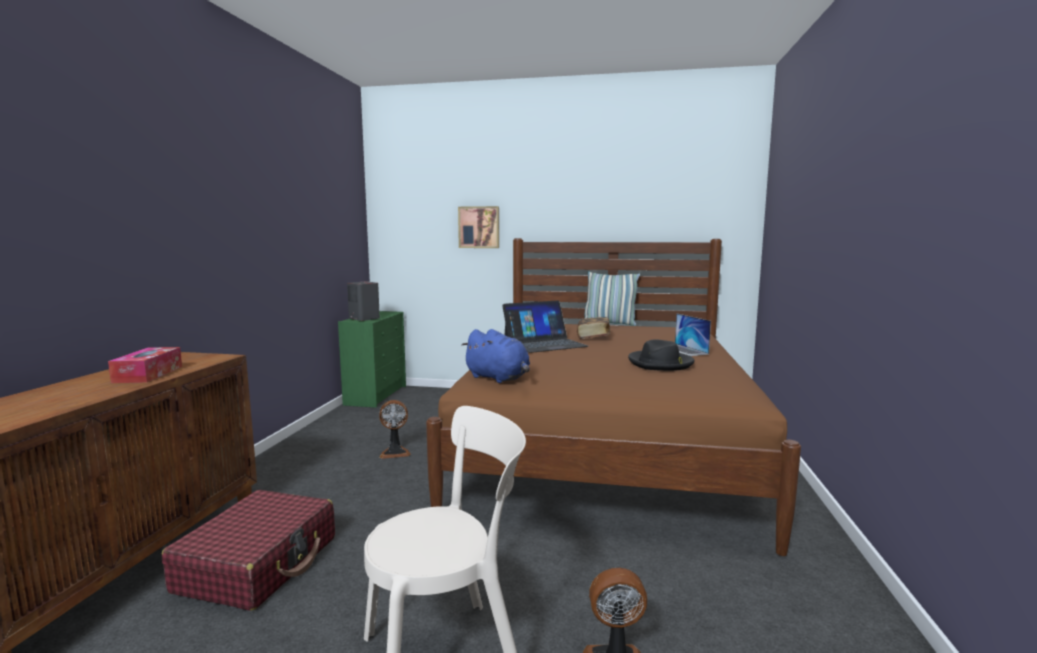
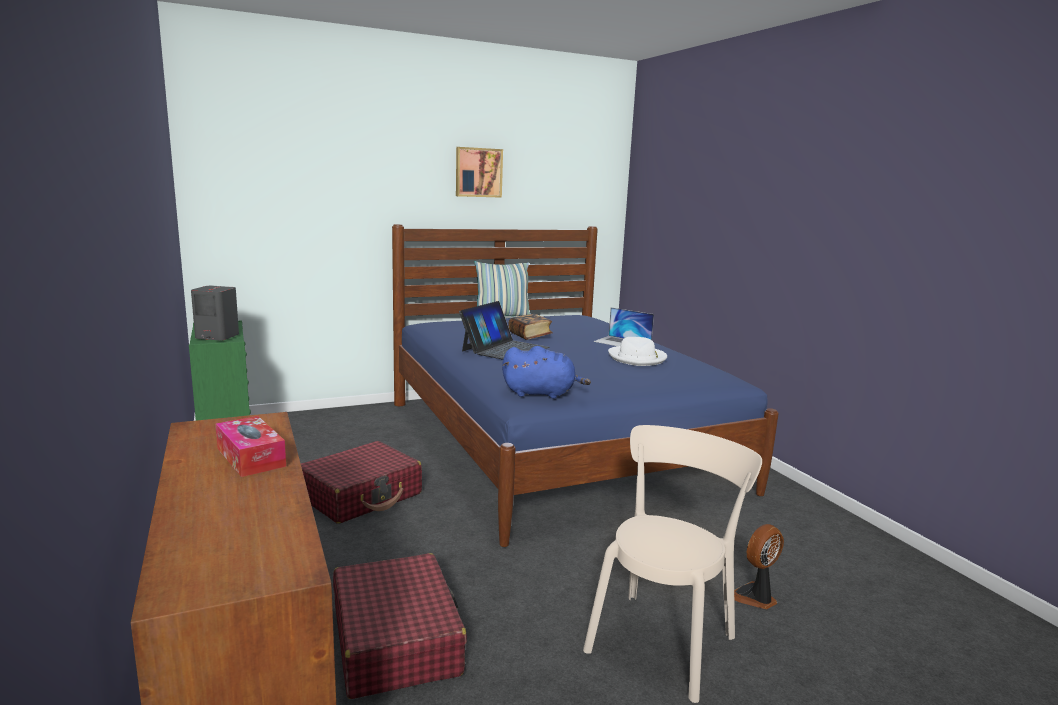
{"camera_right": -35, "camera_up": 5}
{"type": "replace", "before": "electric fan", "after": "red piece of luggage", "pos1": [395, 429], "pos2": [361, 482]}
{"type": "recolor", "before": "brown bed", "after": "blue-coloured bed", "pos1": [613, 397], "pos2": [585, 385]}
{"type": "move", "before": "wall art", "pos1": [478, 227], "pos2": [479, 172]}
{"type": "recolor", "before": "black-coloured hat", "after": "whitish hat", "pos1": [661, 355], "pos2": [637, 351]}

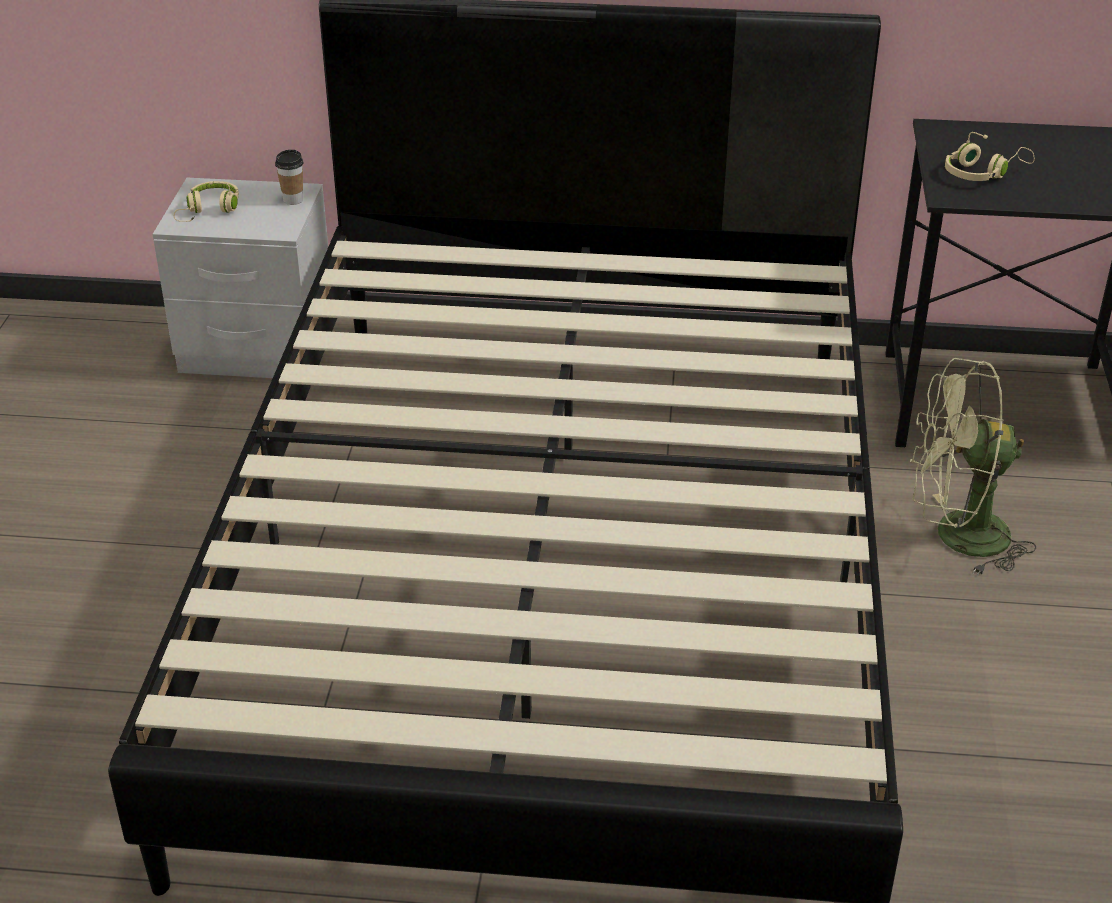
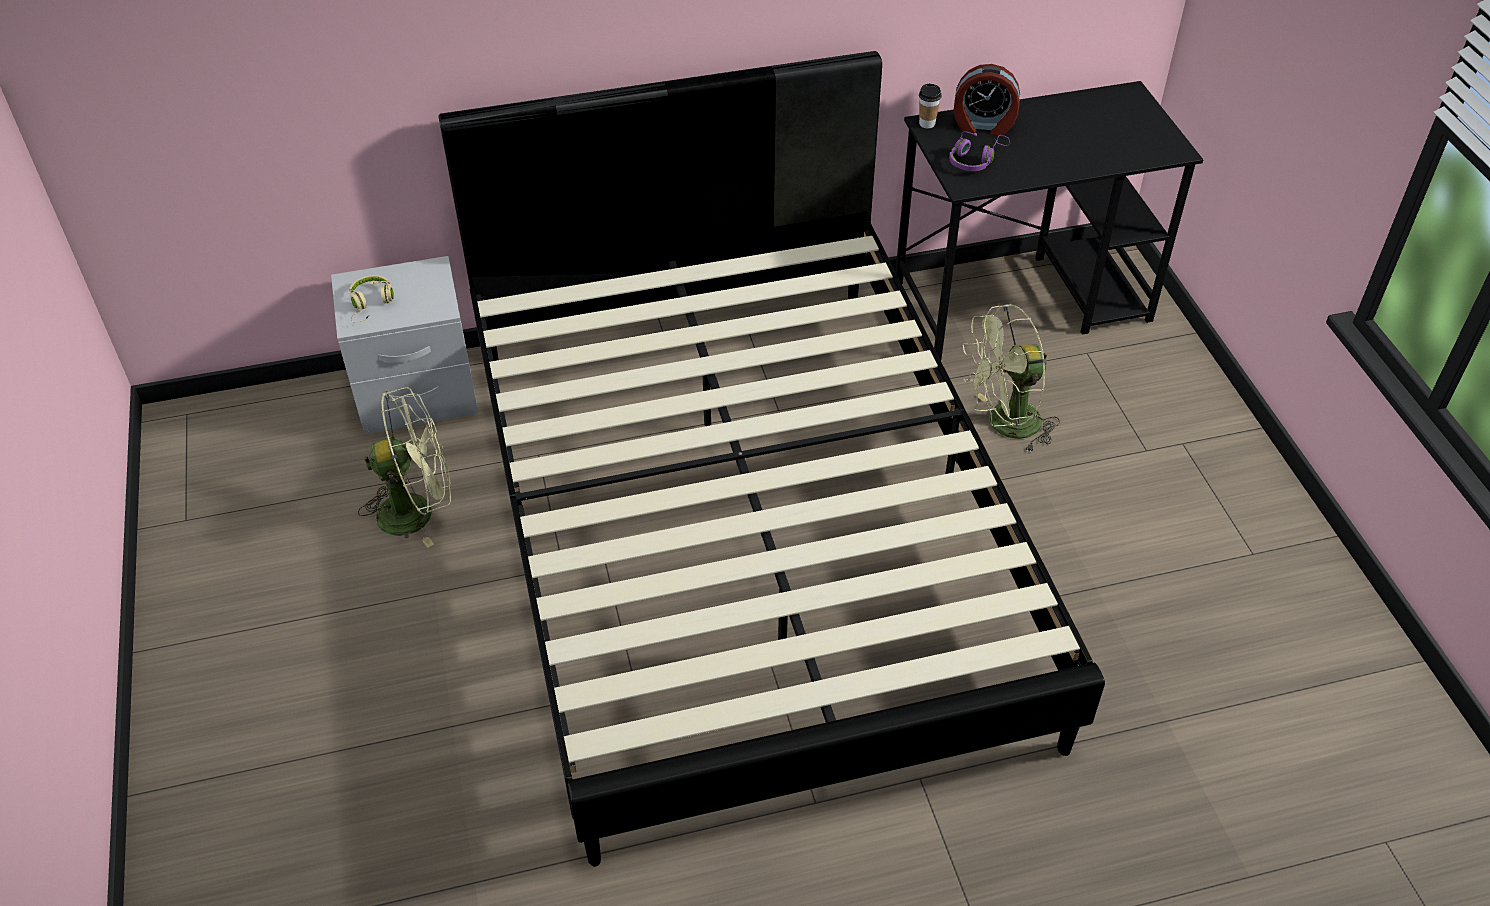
{"camera_right": -20, "camera_up": 10}
{"type": "move", "before": "drinking cup", "pos1": [289, 177], "pos2": [930, 106]}
{"type": "recolor", "before": "beige-coloured headset", "after": "purplish headset", "pos1": [990, 156], "pos2": [979, 151]}
{"type": "insert", "after": "greenish electric fan", "pos2": [404, 467]}
{"type": "insert", "after": "bedside clock", "pos2": [987, 99]}

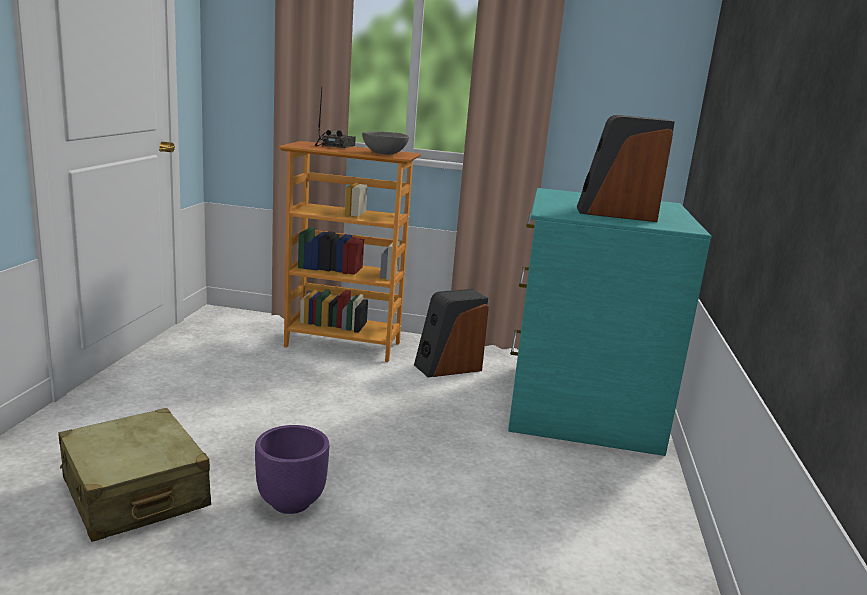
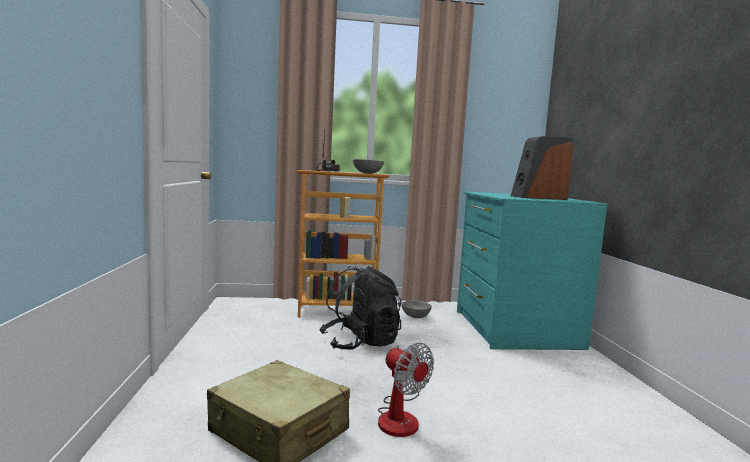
{"camera_right": -15, "camera_up": -10}
{"type": "replace", "before": "purplish planter", "after": "electric fan", "pos1": [292, 469], "pos2": [406, 390]}
{"type": "replace", "before": "loudspeaker", "after": "grey serving bowl", "pos1": [451, 333], "pos2": [416, 309]}
{"type": "insert", "after": "black-coloured backpack", "pos2": [360, 308]}

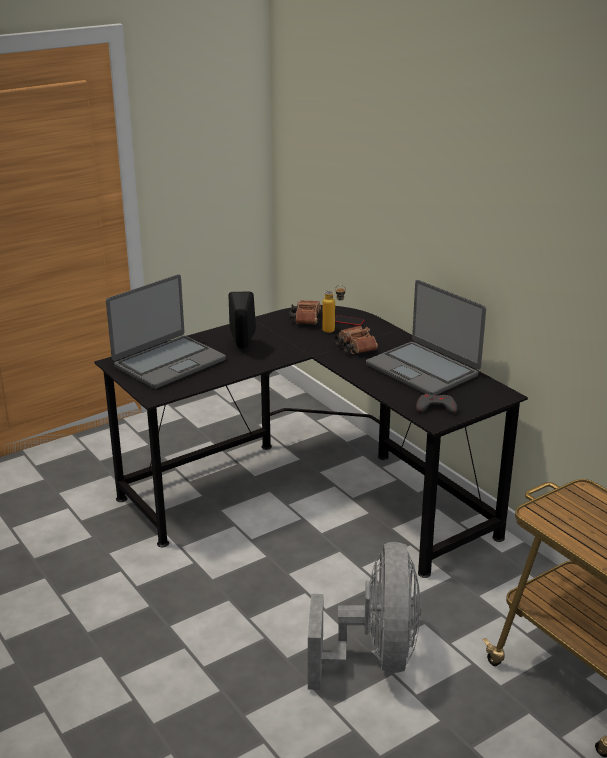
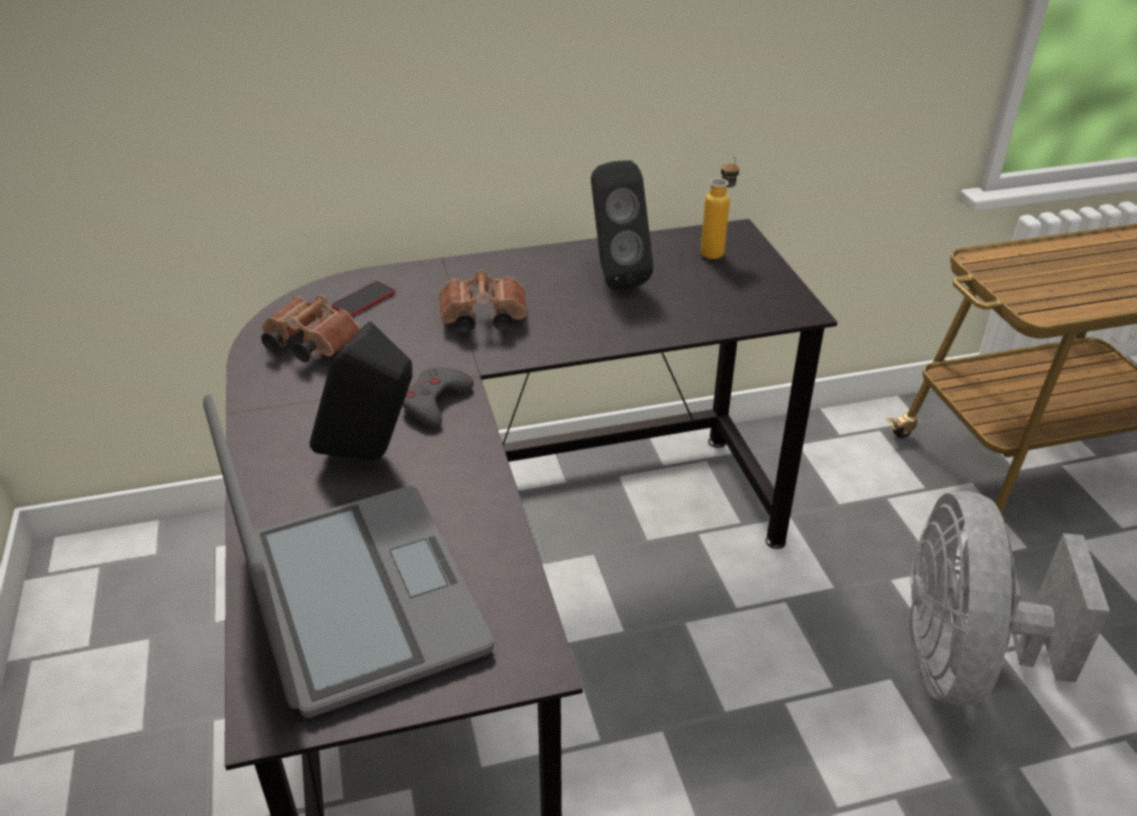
{"camera_right": -70, "camera_up": 10}
{"type": "rotate", "before": "grey electric fan", "pos1": [364, 616], "pos2": [1010, 598], "turn": -105}
{"type": "move", "before": "drink bottle", "pos1": [334, 309], "pos2": [720, 207]}
{"type": "replace", "before": "portable computer", "after": "black-coloured loudspeaker", "pos1": [426, 337], "pos2": [622, 225]}
{"type": "move", "before": "grey gamepad", "pos1": [436, 403], "pos2": [438, 398]}

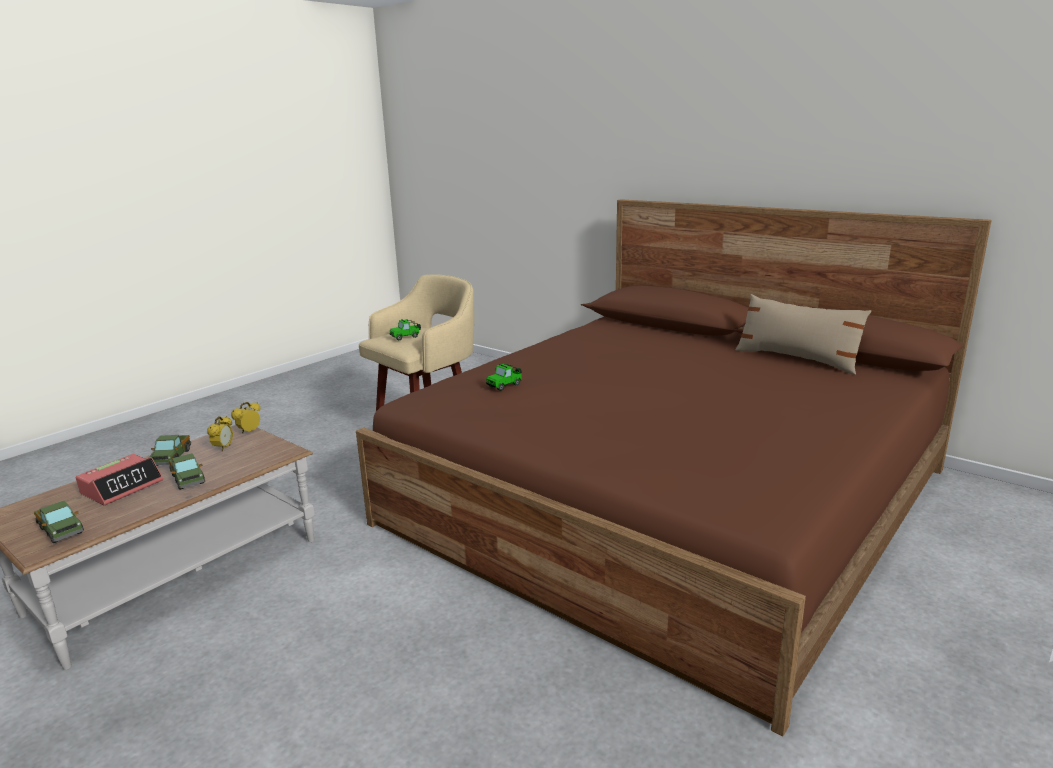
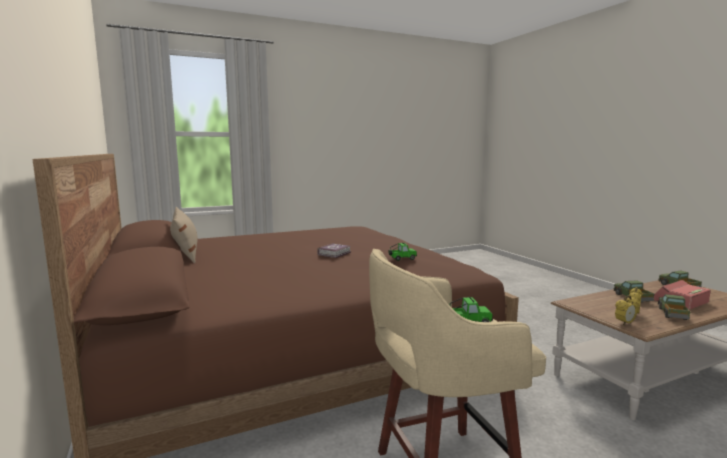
{"camera_right": -155, "camera_up": -10}
{"type": "insert", "after": "book", "pos2": [334, 250]}

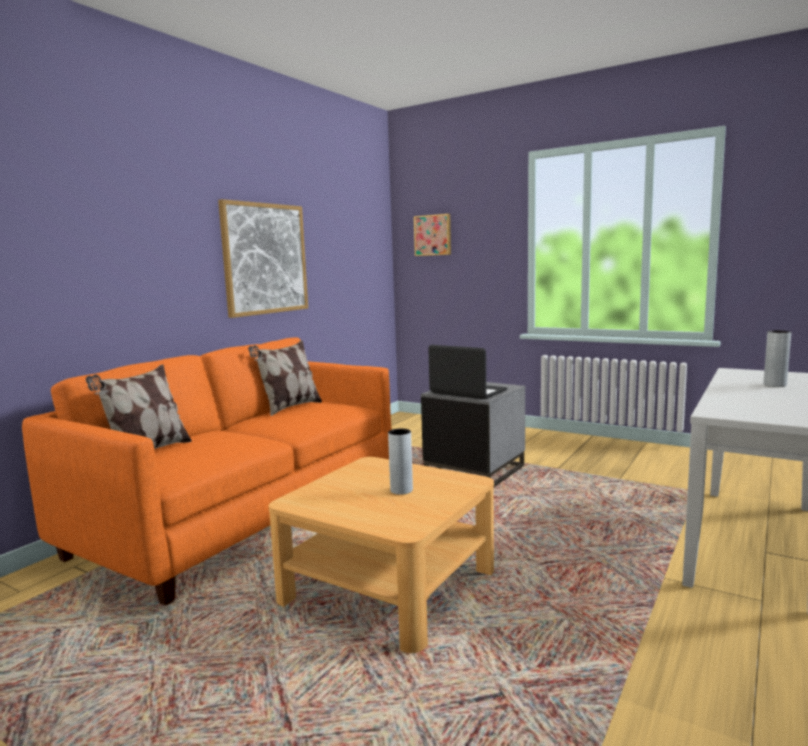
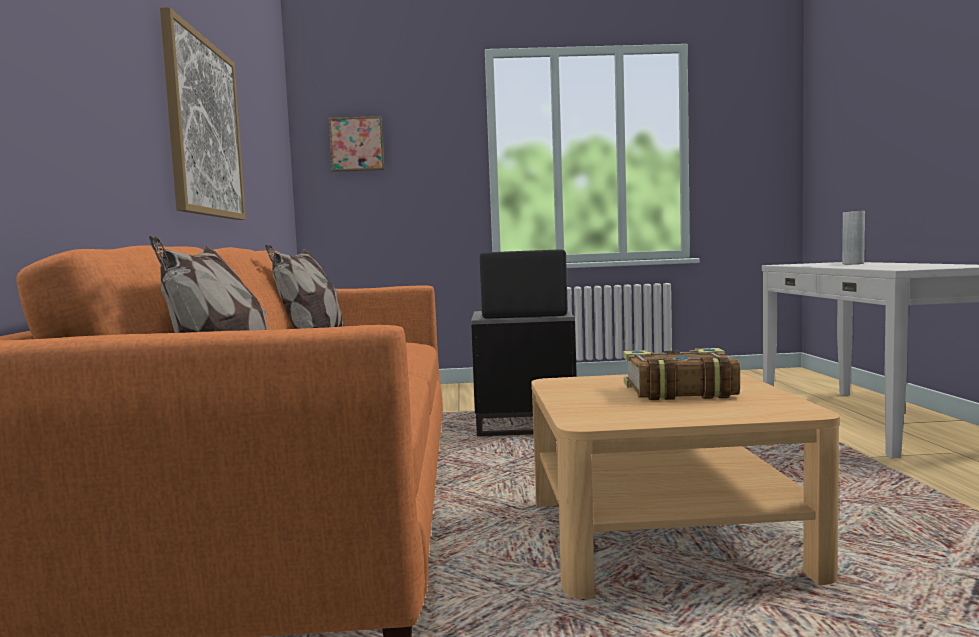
{"camera_right": -35, "camera_up": -5}
{"type": "replace", "before": "grey vase", "after": "book", "pos1": [400, 462], "pos2": [681, 374]}

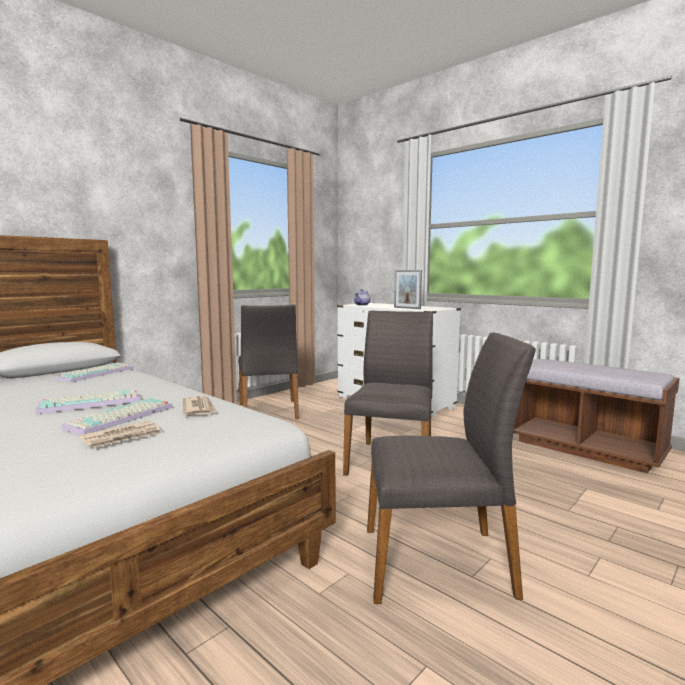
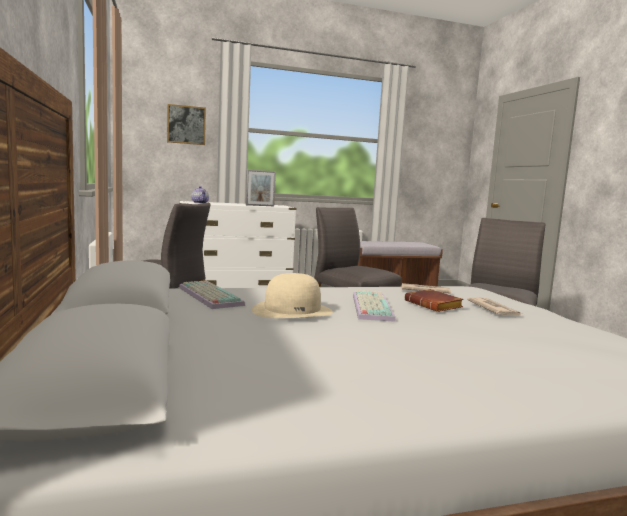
{"camera_right": -60, "camera_up": 0}
{"type": "replace", "before": "computer keyboard", "after": "brown book", "pos1": [117, 416], "pos2": [434, 300]}
{"type": "insert", "after": "wall art", "pos2": [186, 124]}
{"type": "insert", "after": "beige-coloured hat", "pos2": [292, 295]}

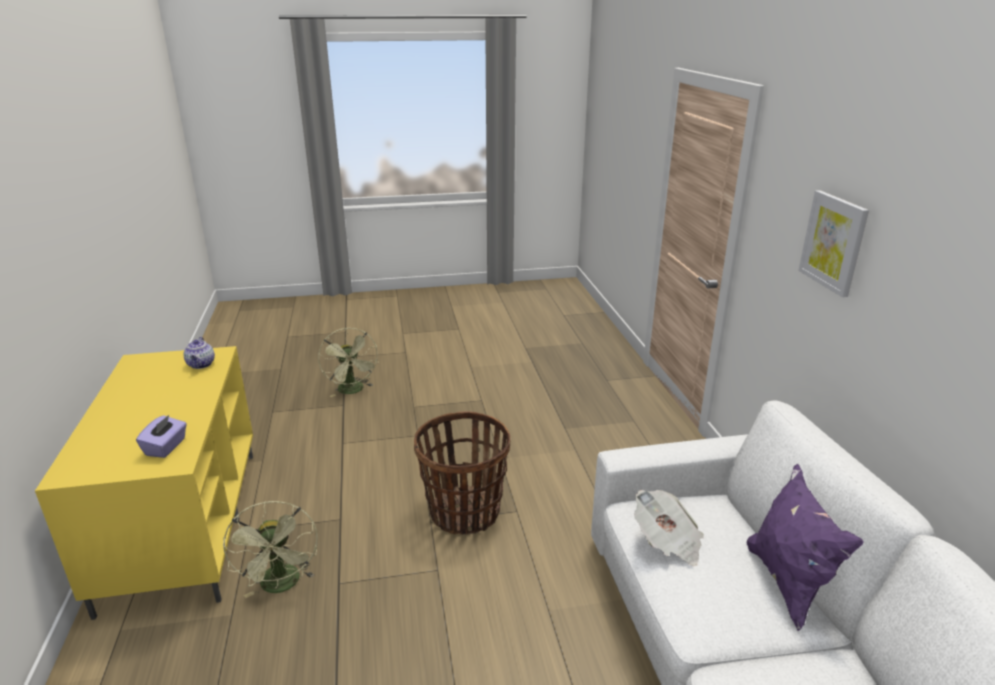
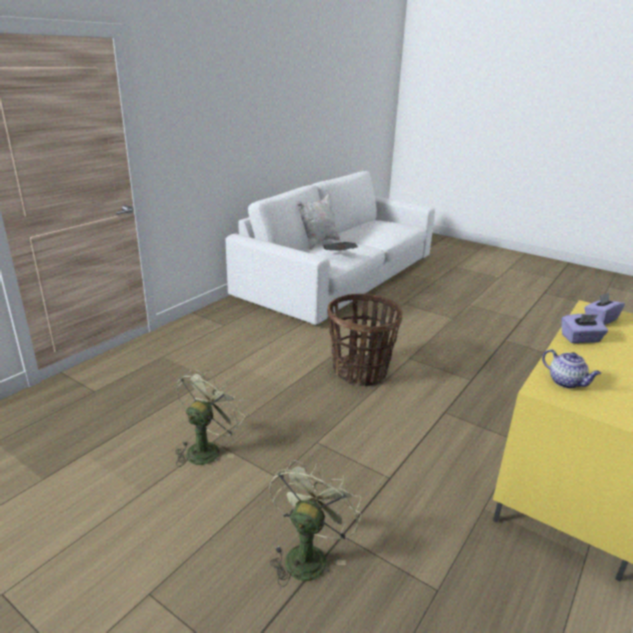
{"camera_right": -135, "camera_up": 0}
{"type": "rotate", "before": "pot for tea", "pos1": [199, 353], "pos2": [571, 369], "turn": 105}
{"type": "move", "before": "greenish electric fan", "pos1": [270, 549], "pos2": [210, 418]}
{"type": "recolor", "before": "purplish throw pillow", "after": "whitish throw pillow", "pos1": [805, 547], "pos2": [318, 221]}
{"type": "delete", "before": "wall art", "pos1": [833, 243]}
{"type": "insert", "after": "purplish box of tissues", "pos2": [585, 328]}

